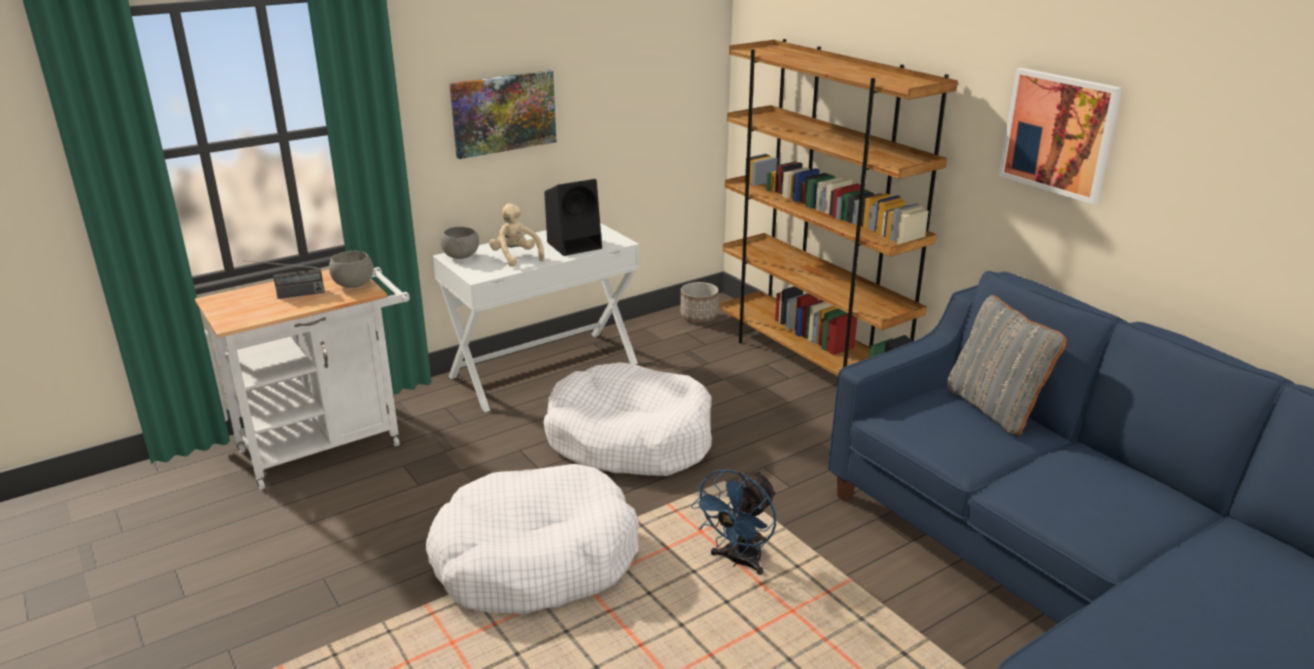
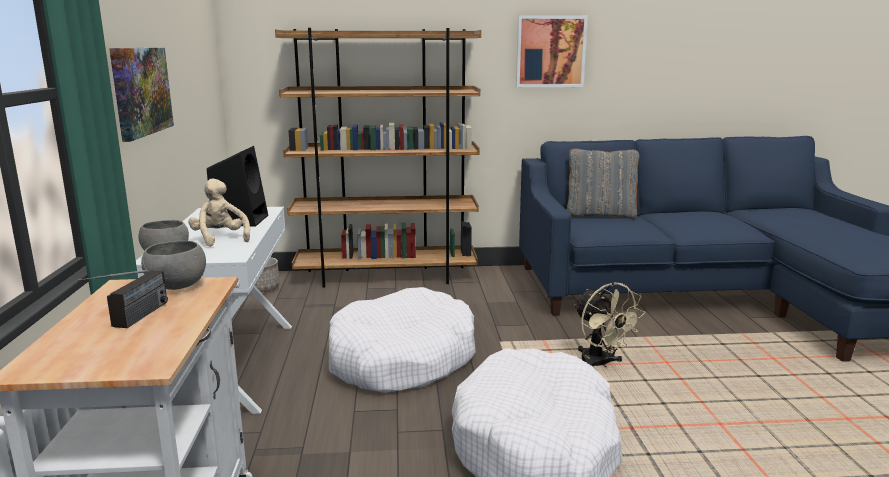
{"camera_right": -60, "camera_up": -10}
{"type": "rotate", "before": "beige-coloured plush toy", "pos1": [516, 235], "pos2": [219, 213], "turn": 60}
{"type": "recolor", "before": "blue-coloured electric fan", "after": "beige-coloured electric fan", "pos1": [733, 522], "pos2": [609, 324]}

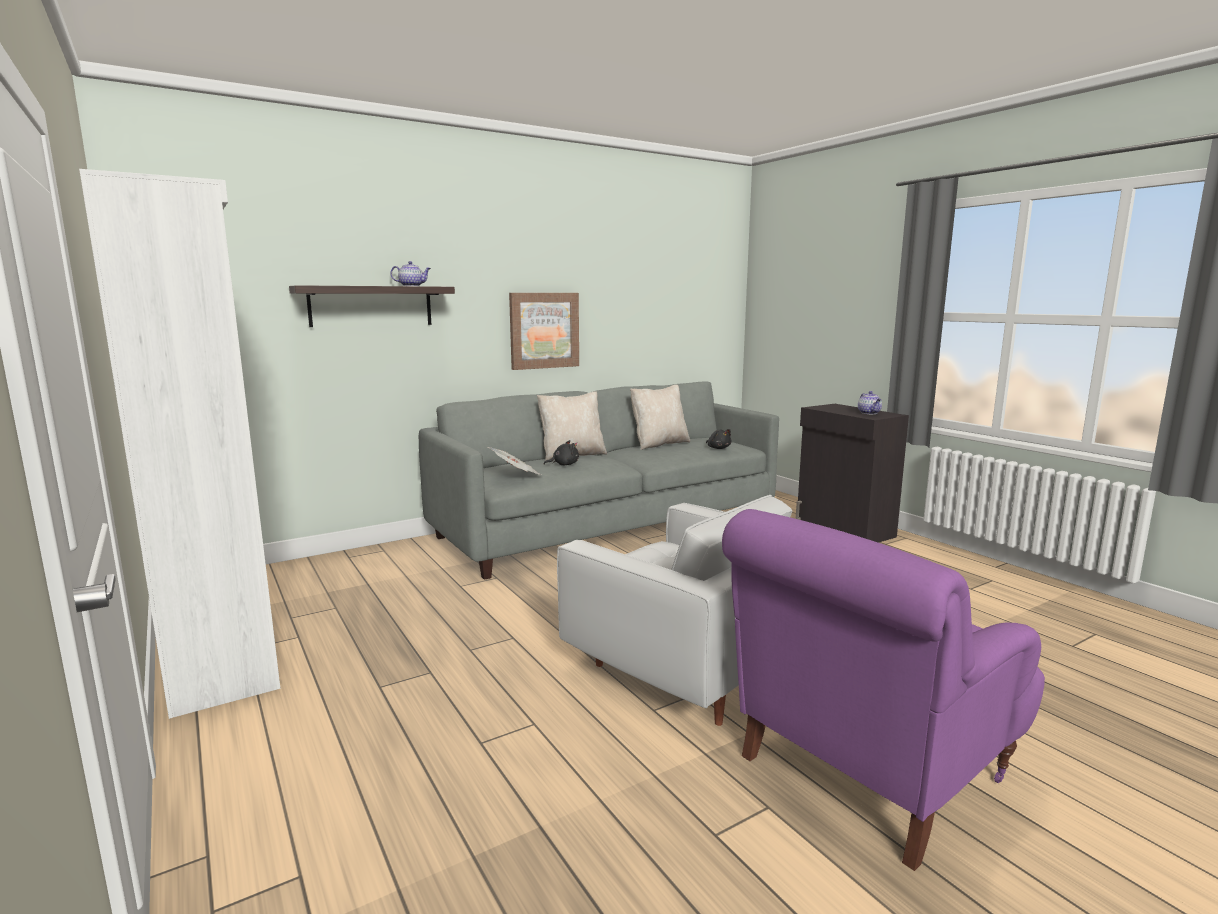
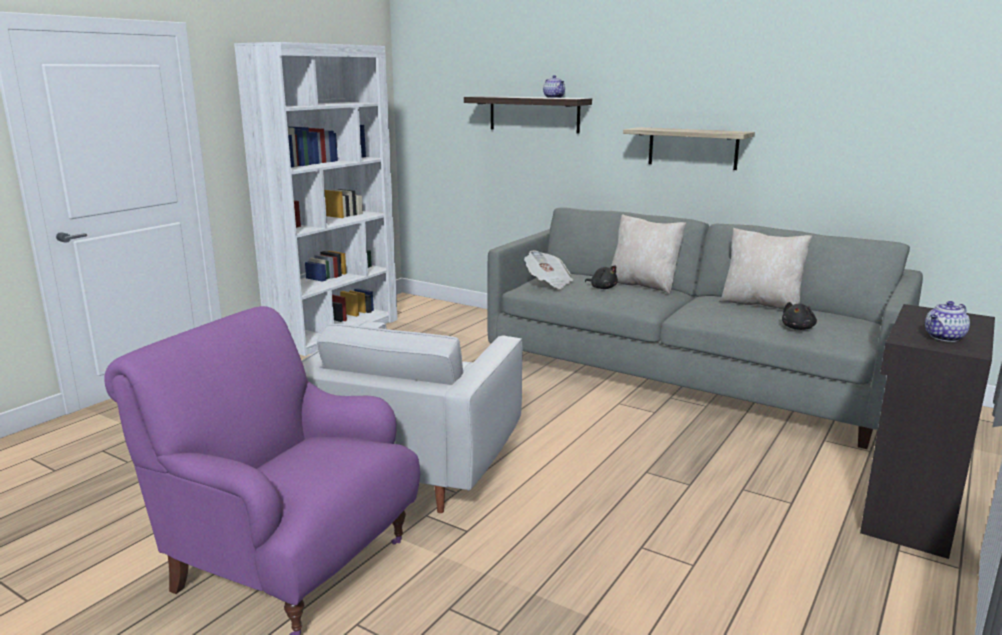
{"camera_right": 65, "camera_up": 5}
{"type": "replace", "before": "wall art", "after": "bracket shelf", "pos1": [544, 331], "pos2": [689, 148]}

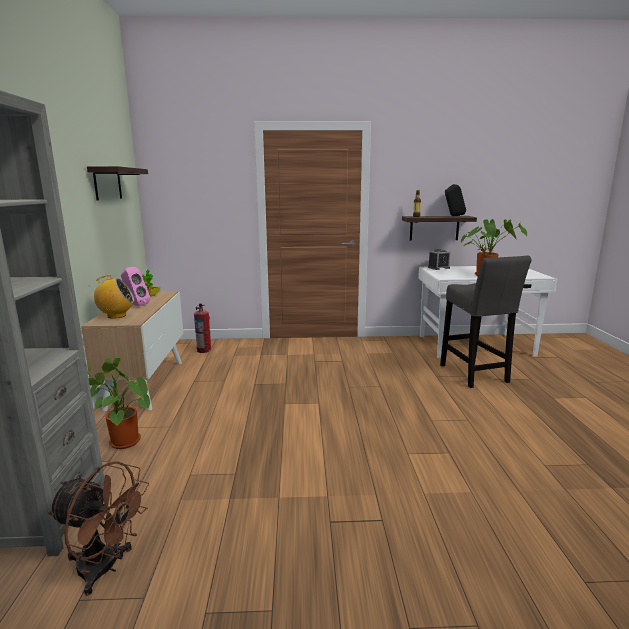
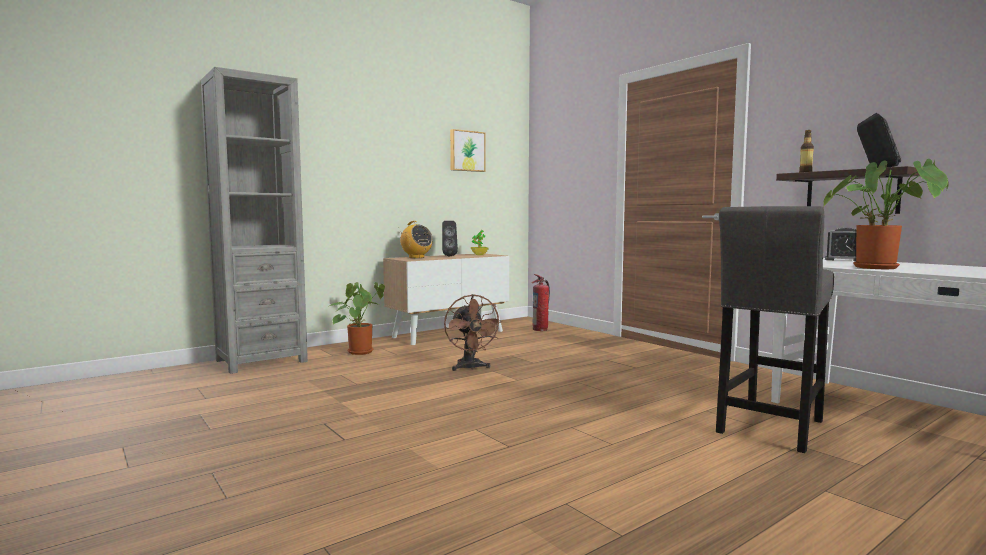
{"camera_right": 55, "camera_up": -10}
{"type": "move", "before": "brown electric fan", "pos1": [98, 528], "pos2": [473, 332]}
{"type": "replace", "before": "bracket shelf", "after": "wall art", "pos1": [117, 183], "pos2": [468, 150]}
{"type": "recolor", "before": "pink loudspeaker", "after": "black-coloured loudspeaker", "pos1": [135, 286], "pos2": [450, 239]}

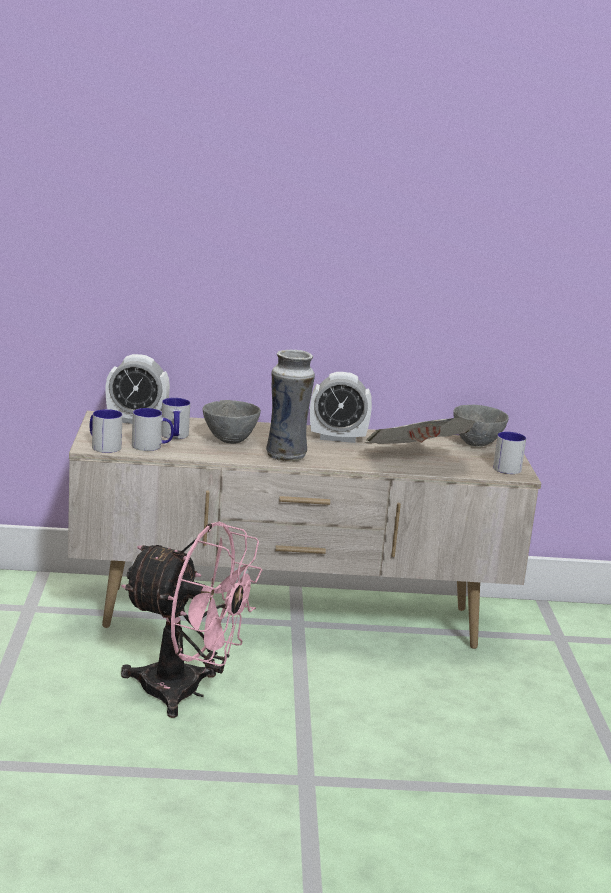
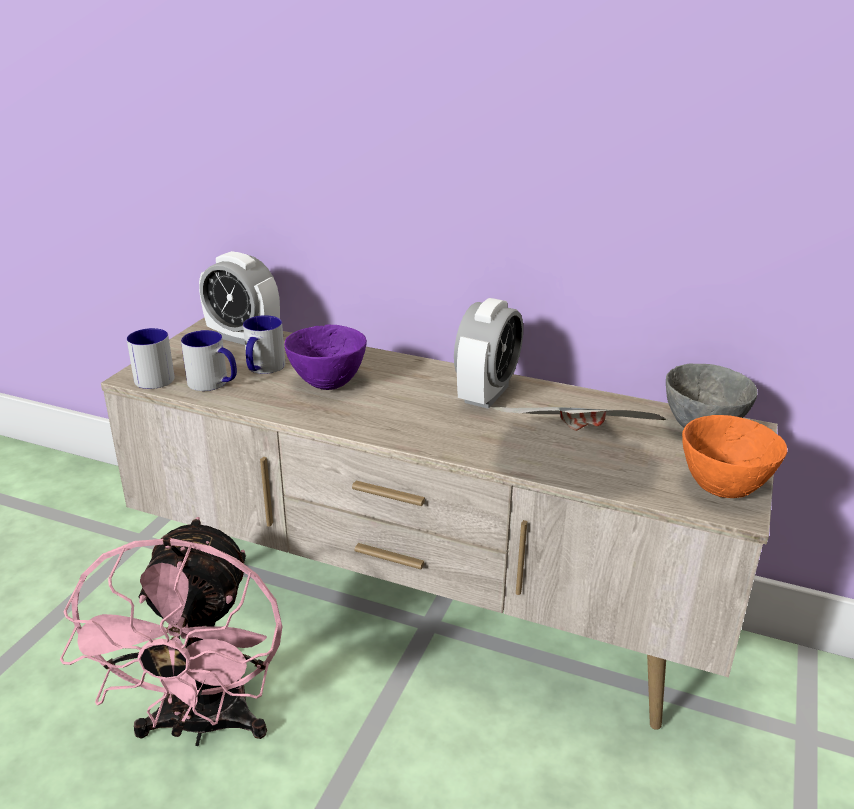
{"camera_right": 25, "camera_up": 10}
{"type": "rotate", "before": "pink electric fan", "pos1": [191, 619], "pos2": [171, 631], "turn": 45}
{"type": "recolor", "before": "grey serving bowl", "after": "purplish serving bowl", "pos1": [231, 422], "pos2": [325, 357]}
{"type": "delete", "before": "vase", "pos1": [290, 406]}
{"type": "rotate", "before": "bedside clock", "pos1": [341, 407], "pos2": [488, 353], "turn": -90}
{"type": "replace", "before": "coffee mug", "after": "orange-coloured serving bowl", "pos1": [509, 453], "pos2": [734, 456]}

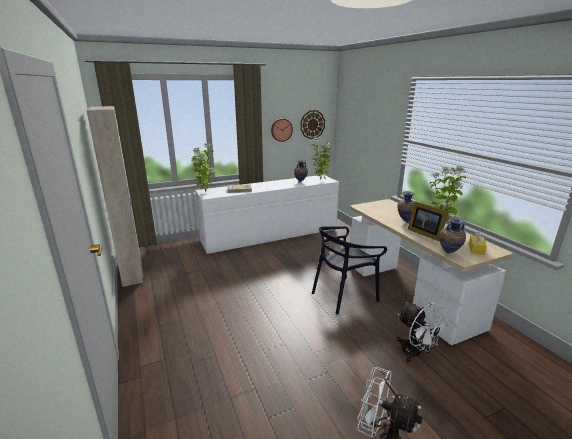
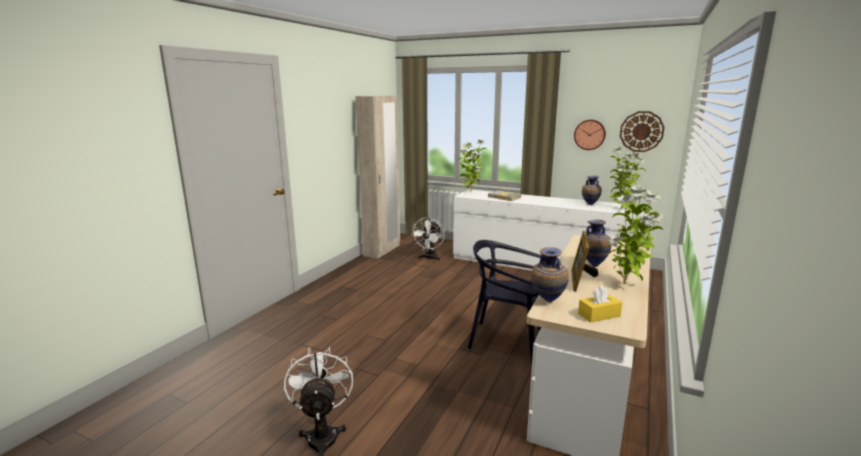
{"camera_right": 50, "camera_up": -5}
{"type": "move", "before": "whitish electric fan", "pos1": [423, 332], "pos2": [428, 238]}

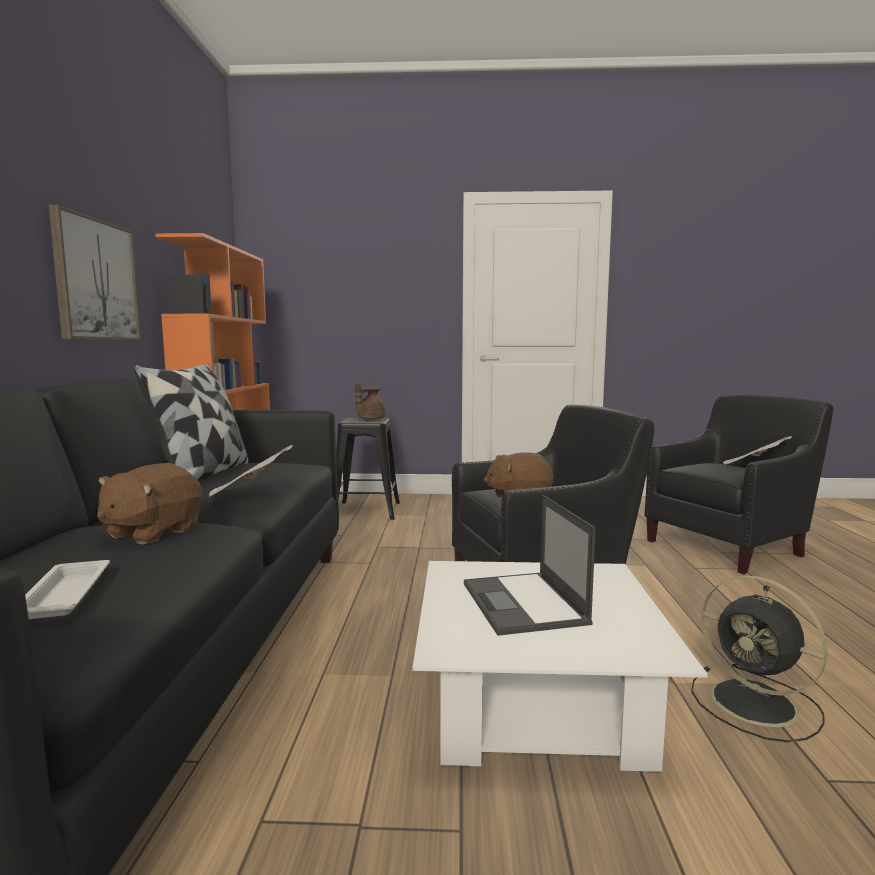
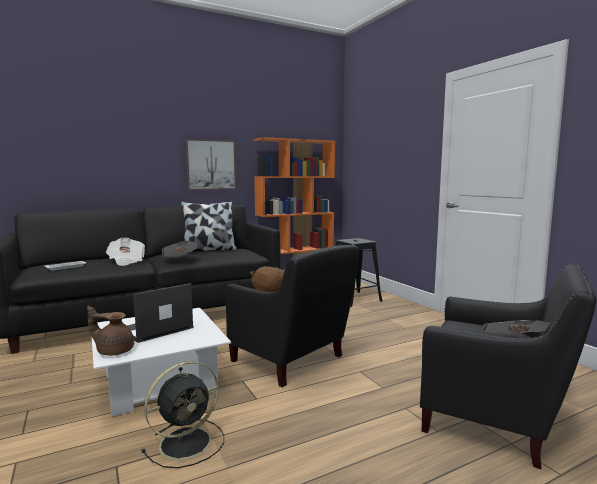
{"camera_right": 60, "camera_up": 0}
{"type": "replace", "before": "brown plush toy", "after": "printed paper", "pos1": [149, 504], "pos2": [125, 252]}
{"type": "move", "before": "brown pot for tea", "pos1": [370, 401], "pos2": [110, 331]}
{"type": "rotate", "before": "black-coloured electric fan", "pos1": [759, 658], "pos2": [182, 414], "turn": -150}

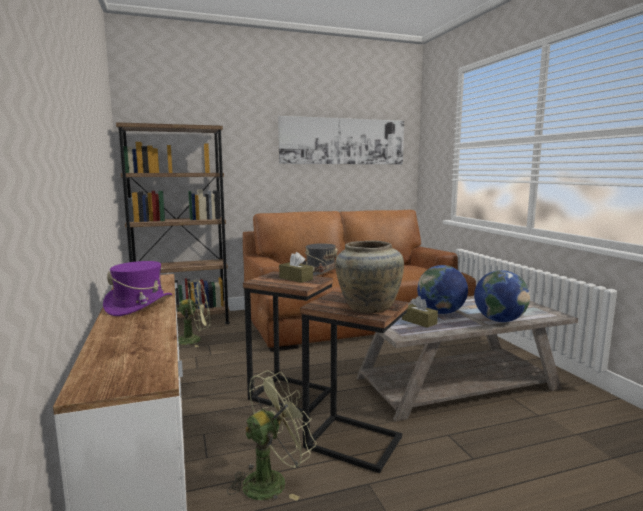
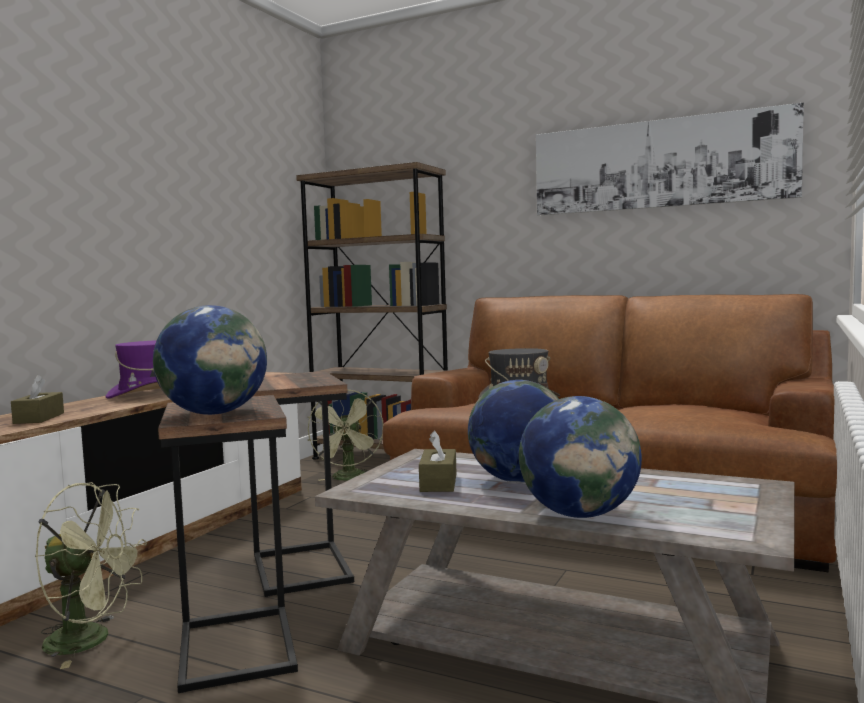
{"camera_right": 45, "camera_up": -5}
{"type": "rotate", "before": "greenish electric fan", "pos1": [193, 313], "pos2": [345, 435], "turn": 60}
{"type": "move", "before": "brown box of tissues", "pos1": [296, 267], "pos2": [37, 399]}
{"type": "replace", "before": "beige-coloured vase", "after": "globe", "pos1": [369, 277], "pos2": [210, 360]}

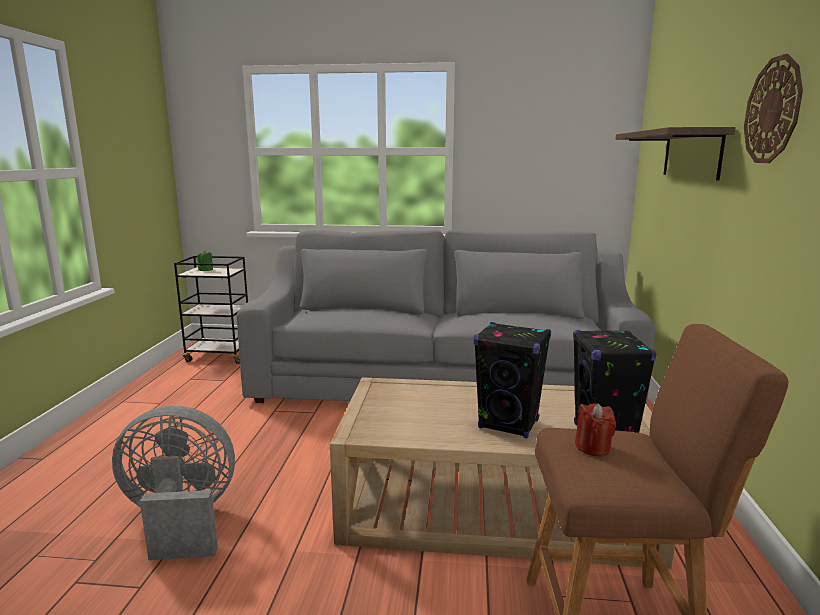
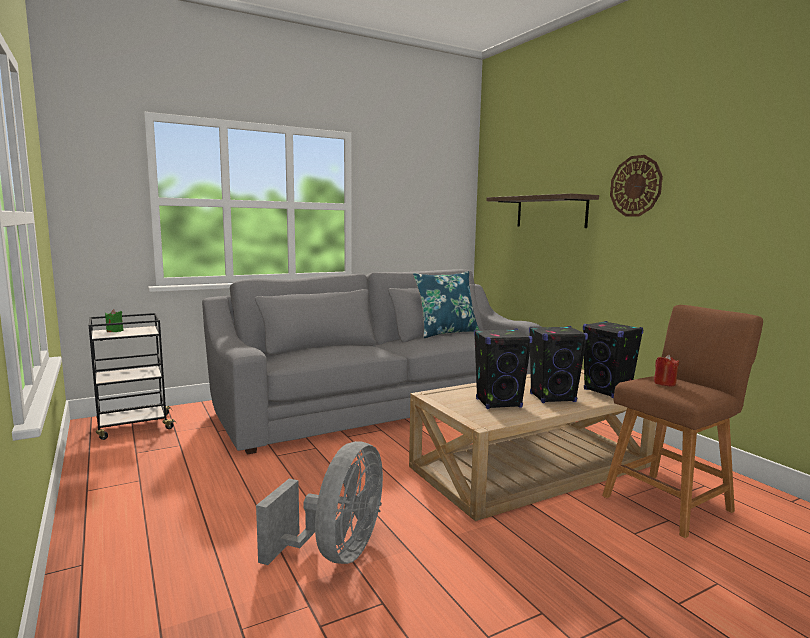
{"camera_right": -35, "camera_up": -5}
{"type": "rotate", "before": "grey electric fan", "pos1": [173, 483], "pos2": [319, 503], "turn": 150}
{"type": "insert", "after": "blue-coloured throw pillow", "pos2": [446, 304]}
{"type": "insert", "after": "black-coloured loudspeaker", "pos2": [503, 369]}

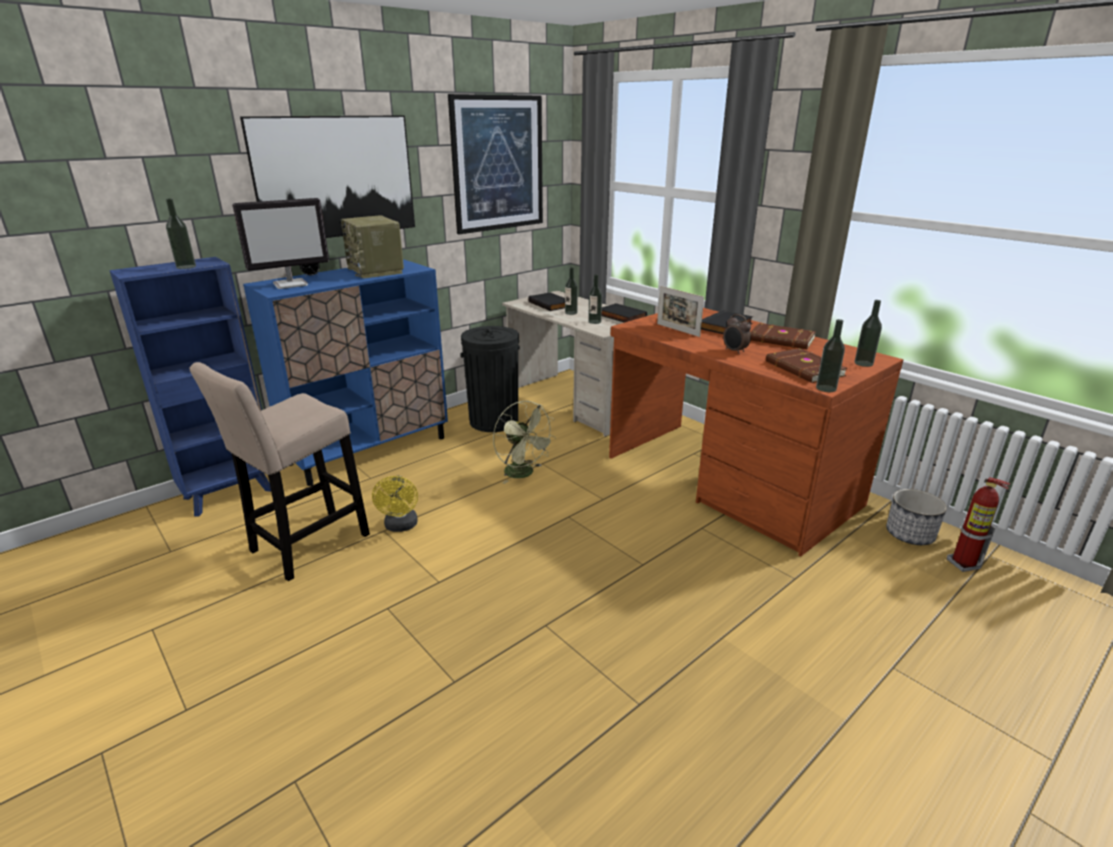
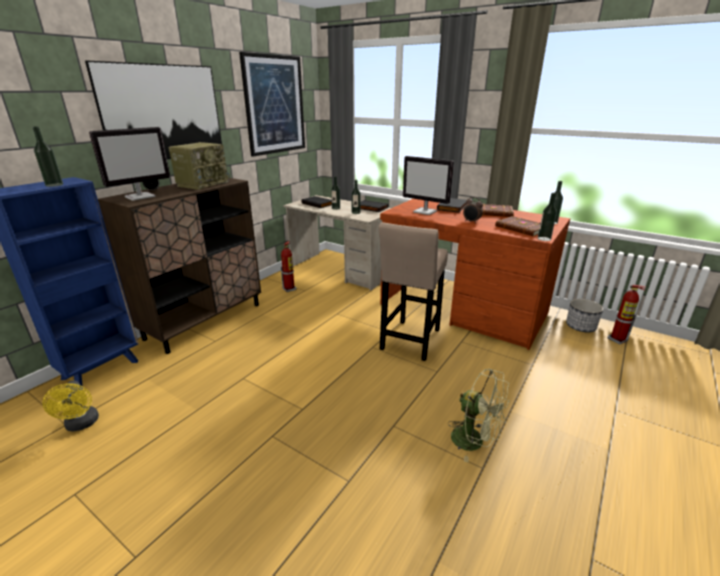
{"camera_right": -15, "camera_up": 0}
{"type": "move", "before": "beige-coloured sitting stool", "pos1": [280, 471], "pos2": [413, 291]}
{"type": "recolor", "before": "blue-coloured storage cabinet", "after": "brown storage cabinet", "pos1": [345, 372], "pos2": [179, 266]}
{"type": "rotate", "before": "radio receiver", "pos1": [372, 247], "pos2": [199, 166], "turn": -105}
{"type": "move", "before": "yellowish electric fan", "pos1": [395, 504], "pos2": [71, 406]}
{"type": "replace", "before": "black-coloured rubbish bin", "after": "extinguisher", "pos1": [490, 379], "pos2": [288, 266]}
{"type": "move", "before": "greenish electric fan", "pos1": [524, 442], "pos2": [478, 415]}
{"type": "replace", "before": "picture frame", "after": "monitor", "pos1": [680, 311], "pos2": [428, 185]}

